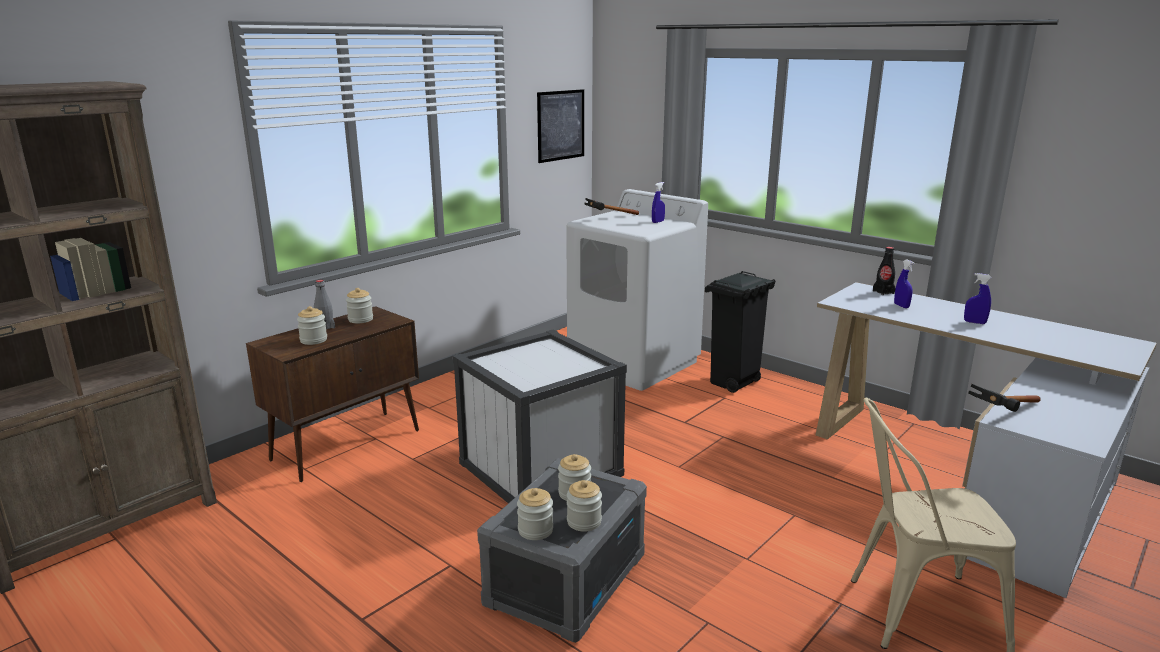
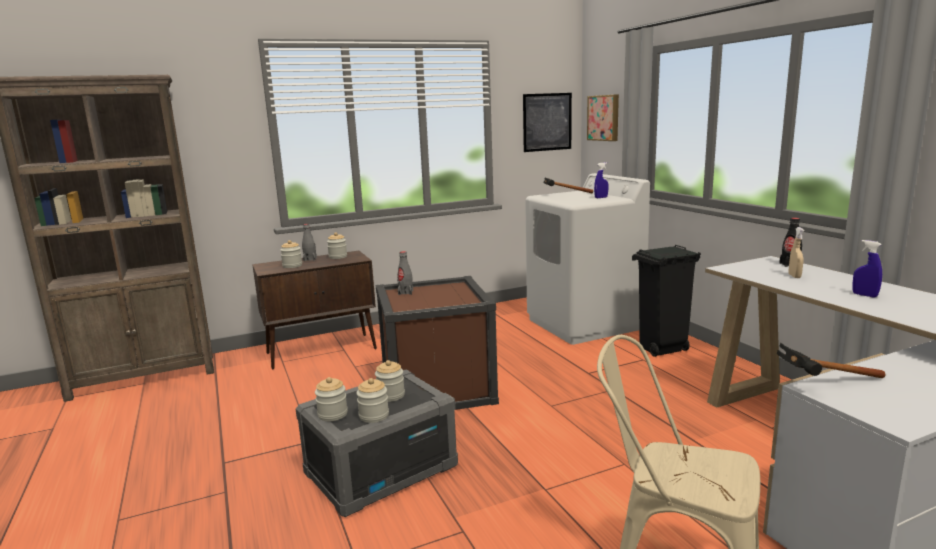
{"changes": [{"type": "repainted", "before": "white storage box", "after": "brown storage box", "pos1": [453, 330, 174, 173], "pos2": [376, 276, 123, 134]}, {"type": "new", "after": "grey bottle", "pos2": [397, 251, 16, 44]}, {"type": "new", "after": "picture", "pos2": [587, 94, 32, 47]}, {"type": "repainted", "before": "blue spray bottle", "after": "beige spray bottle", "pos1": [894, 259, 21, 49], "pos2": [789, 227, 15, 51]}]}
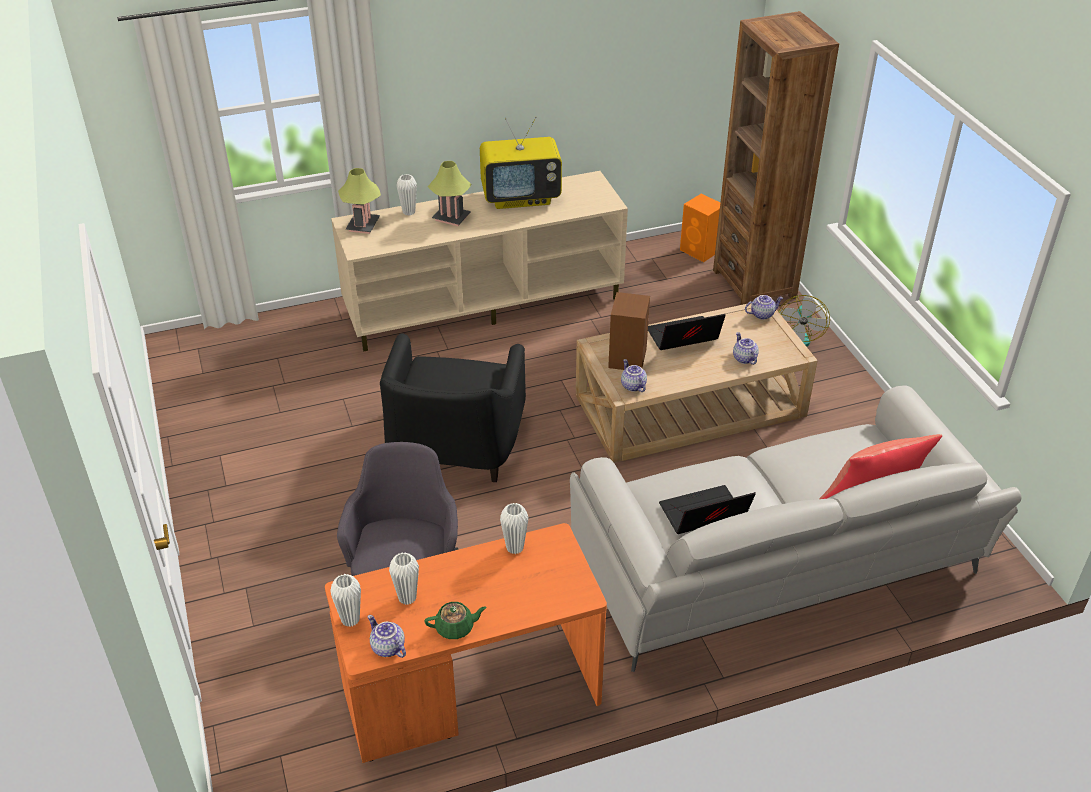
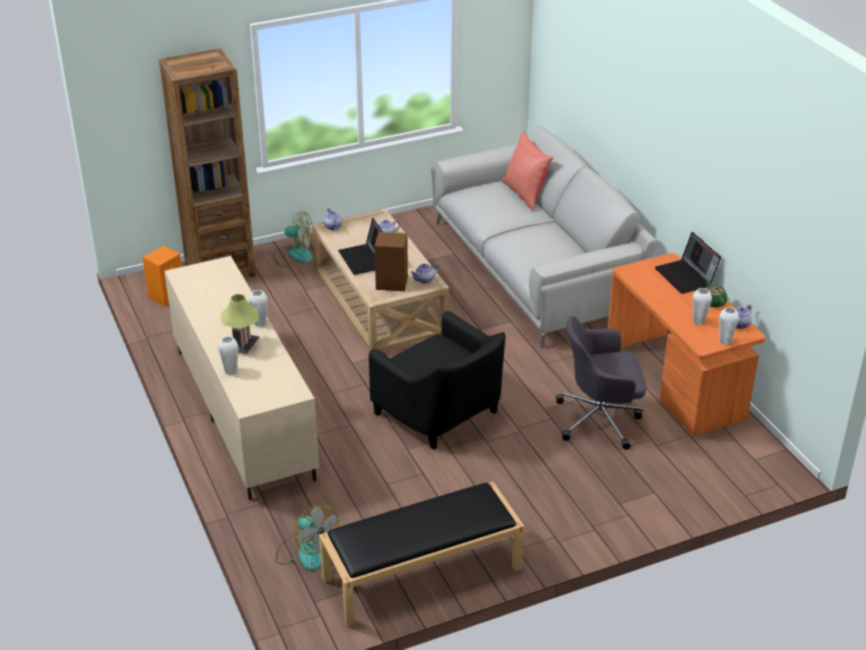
{"changes": [{"type": "shifted", "before": "white vase", "pos1": [500, 503, 29, 51], "pos2": [249, 290, 19, 37]}, {"type": "new", "after": "fan", "pos2": [276, 504, 63, 67]}, {"type": "new", "after": "black bench", "pos2": [319, 482, 206, 145]}, {"type": "rotated", "before": "black armchair", "pos1": [380, 333, 146, 149], "pos2": [369, 311, 136, 139], "turn": 45}, {"type": "shifted", "before": "laptop", "pos1": [659, 485, 97, 49], "pos2": [654, 232, 67, 62]}, {"type": "gone", "before": "table lamp", "pos1": [338, 168, 43, 66]}, {"type": "gone", "before": "television", "pos1": [480, 117, 82, 92]}]}
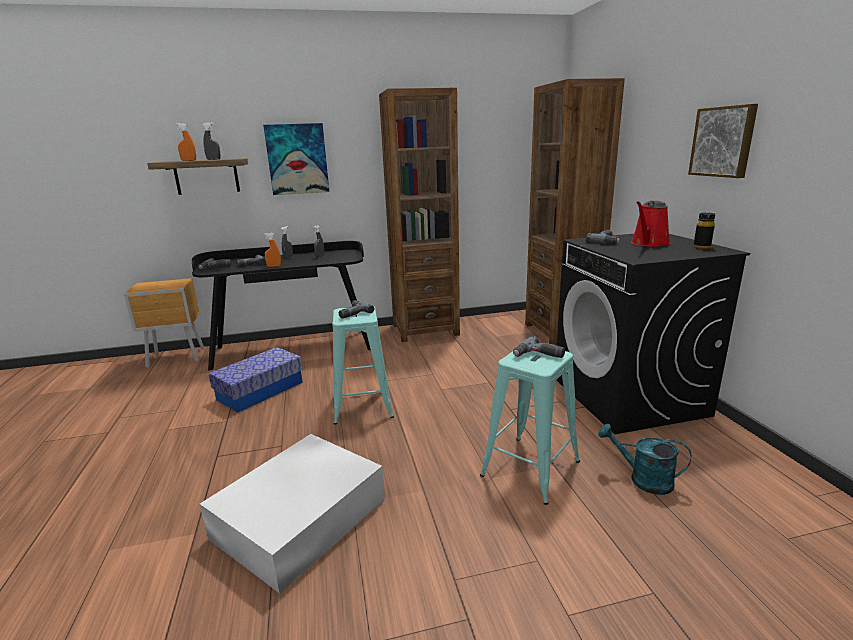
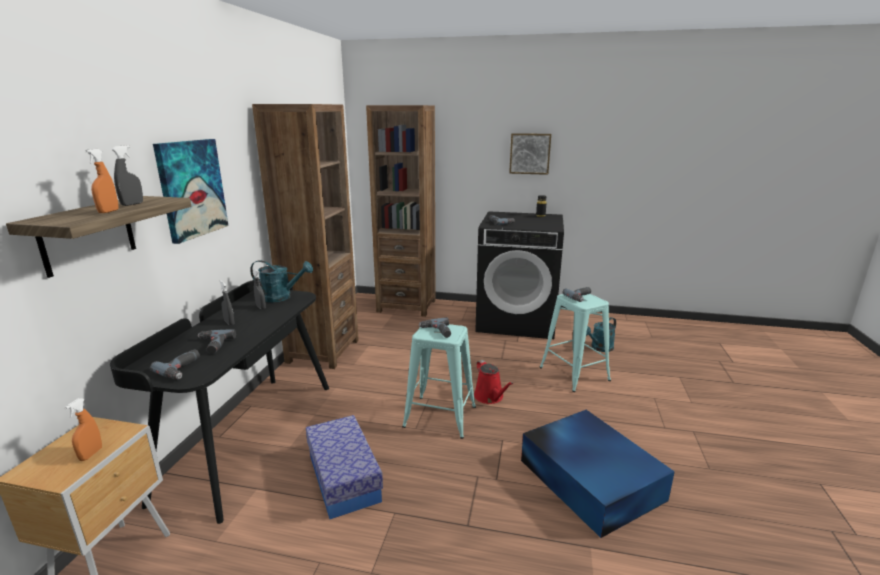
{"changes": [{"type": "shifted", "before": "orange spray bottle", "pos1": [263, 233, 18, 34], "pos2": [65, 398, 37, 63]}, {"type": "new", "after": "turquoise watering can", "pos2": [250, 260, 63, 42]}, {"type": "shifted", "before": "red watering can", "pos1": [631, 201, 40, 46], "pos2": [474, 360, 40, 44]}, {"type": "repainted", "before": "white storage box", "after": "blue storage box", "pos1": [200, 434, 185, 160], "pos2": [521, 410, 154, 128]}]}
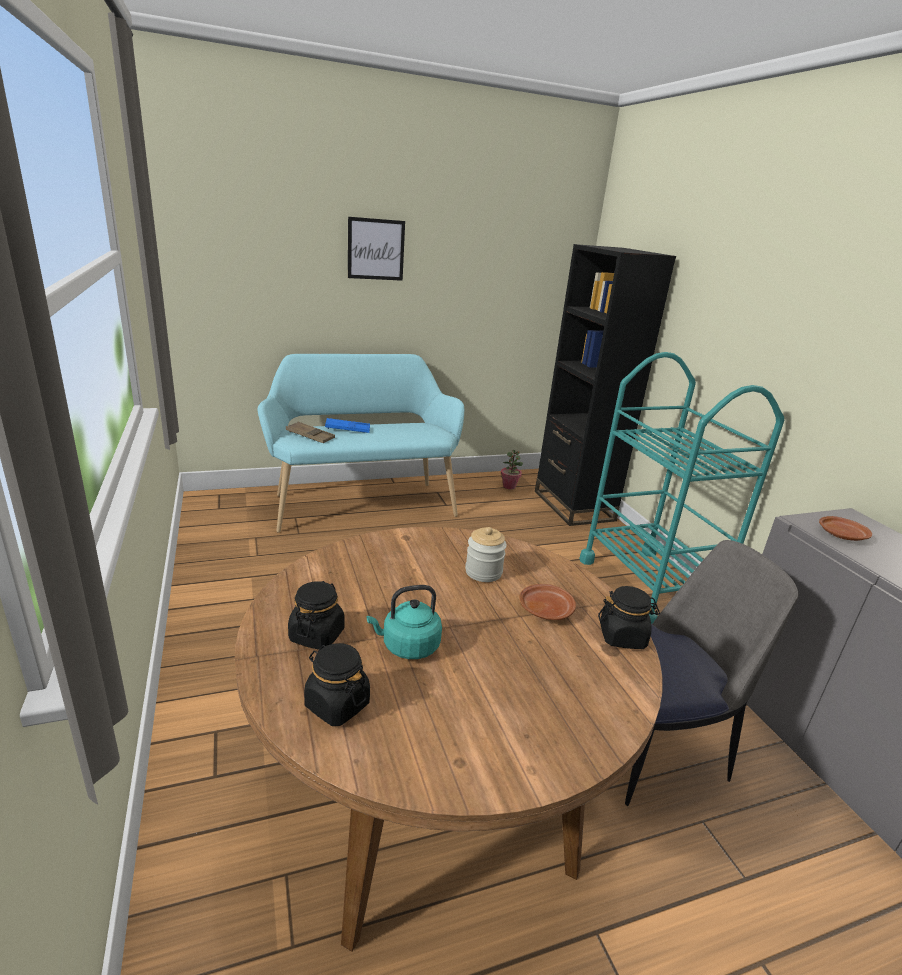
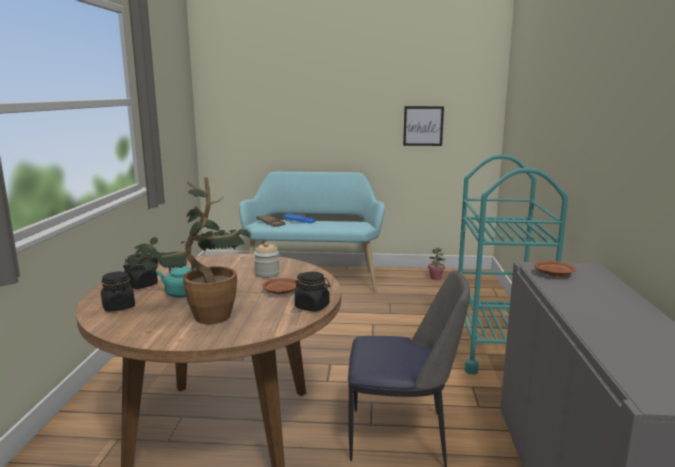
{"changes": [{"type": "new", "after": "potted plant", "pos2": [127, 177, 124, 147]}, {"type": "shifted", "before": "picture", "pos1": [348, 217, 57, 64], "pos2": [403, 106, 41, 40]}, {"type": "gone", "before": "black bookcase", "pos1": [535, 244, 141, 282]}]}
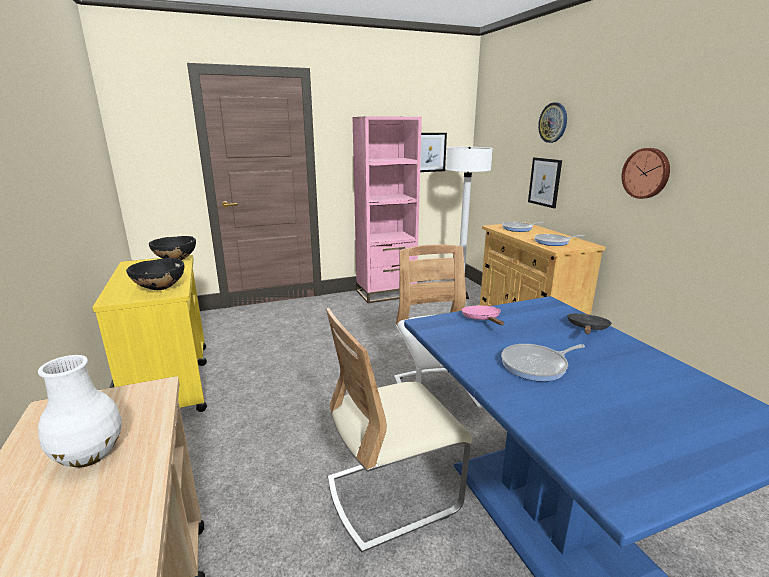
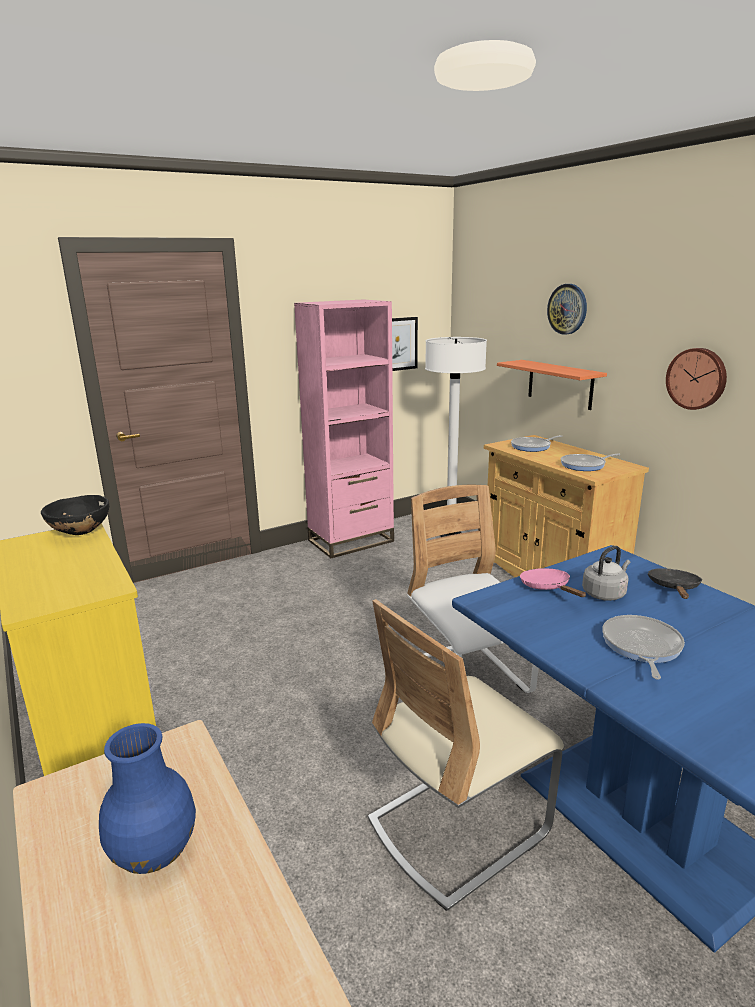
{"changes": [{"type": "repainted", "before": "white vase", "after": "blue vase", "pos1": [38, 355, 84, 113], "pos2": [99, 723, 97, 151]}, {"type": "swapped", "before": "picture", "after": "shelf", "pos1": [528, 157, 34, 51], "pos2": [497, 360, 110, 50]}, {"type": "new", "after": "grey kettle", "pos2": [582, 546, 48, 55]}, {"type": "rotated", "before": "frying pan", "pos1": [501, 344, 84, 37], "pos2": [602, 615, 83, 65], "turn": 135}, {"type": "gone", "before": "black bowl", "pos1": [126, 258, 58, 32]}]}
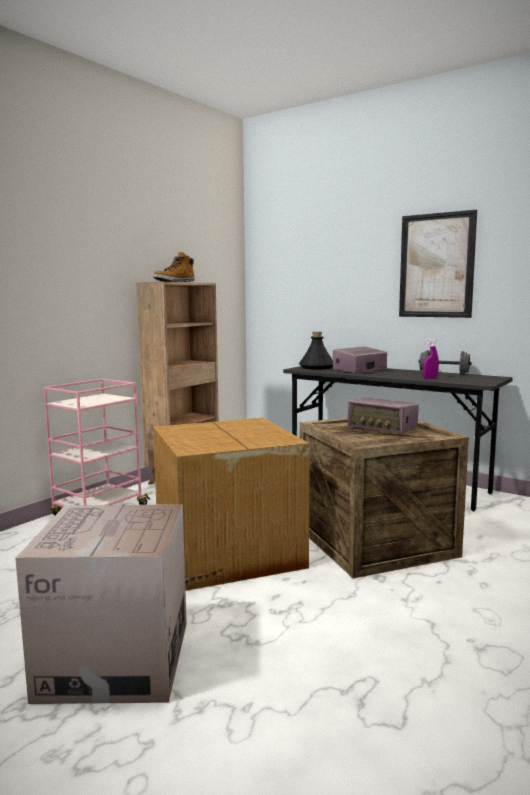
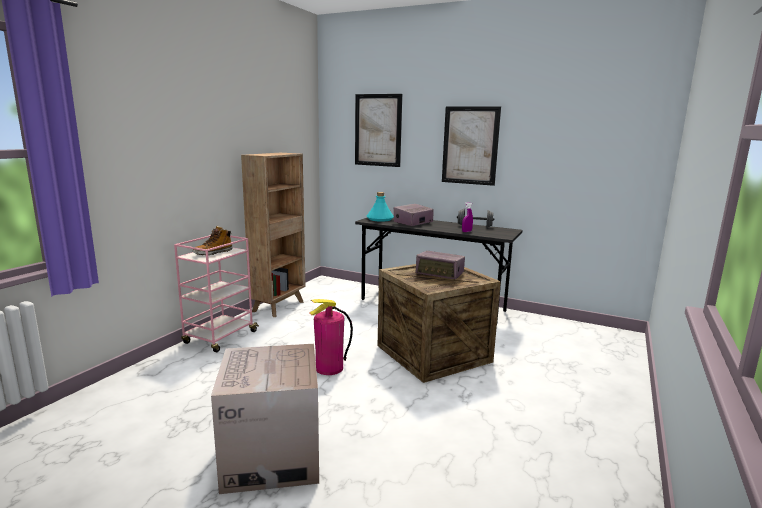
{"changes": [{"type": "shifted", "before": "boot", "pos1": [153, 252, 42, 30], "pos2": [193, 226, 40, 29]}, {"type": "swapped", "before": "cardboard box", "after": "fire extinguisher", "pos1": [153, 418, 157, 173], "pos2": [310, 299, 43, 76]}, {"type": "new", "after": "picture", "pos2": [355, 94, 47, 73]}, {"type": "repainted", "before": "black bottle", "after": "turquoise bottle", "pos1": [299, 332, 34, 38], "pos2": [366, 192, 28, 30]}]}
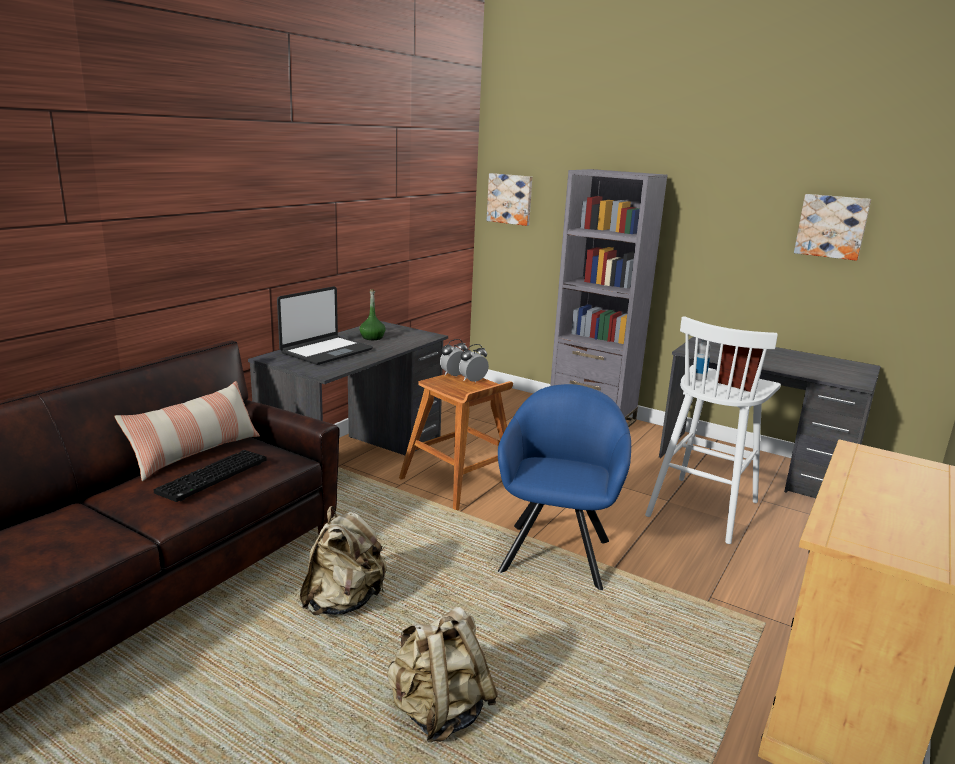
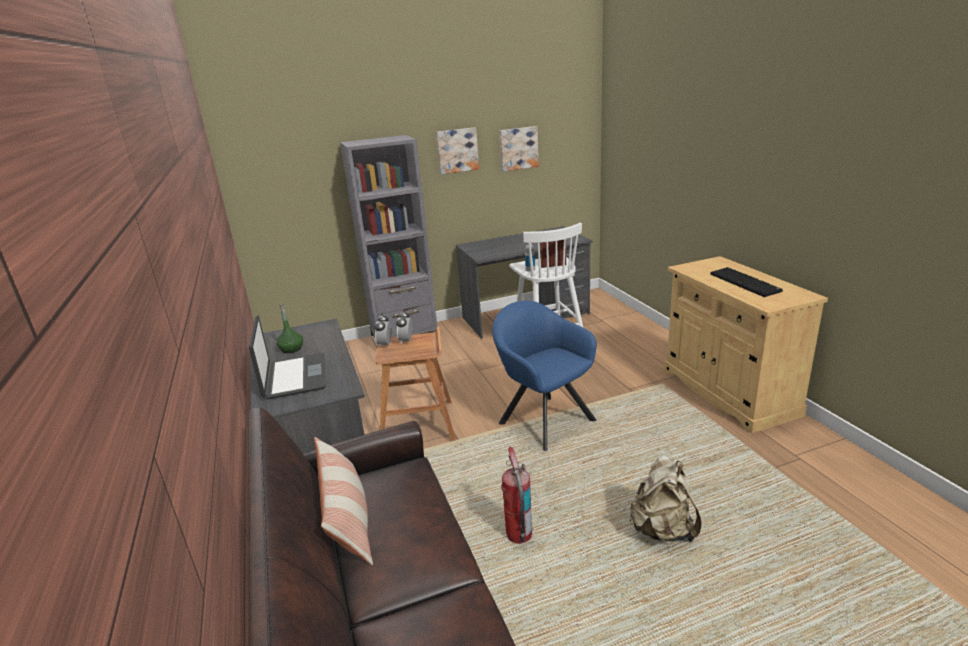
{"changes": [{"type": "shifted", "before": "picture", "pos1": [487, 173, 45, 53], "pos2": [436, 127, 43, 47]}, {"type": "swapped", "before": "beige backpack", "after": "fire extinguisher", "pos1": [300, 506, 87, 109], "pos2": [501, 447, 31, 97]}, {"type": "shifted", "before": "keyboard", "pos1": [153, 450, 114, 52], "pos2": [710, 267, 73, 30]}]}
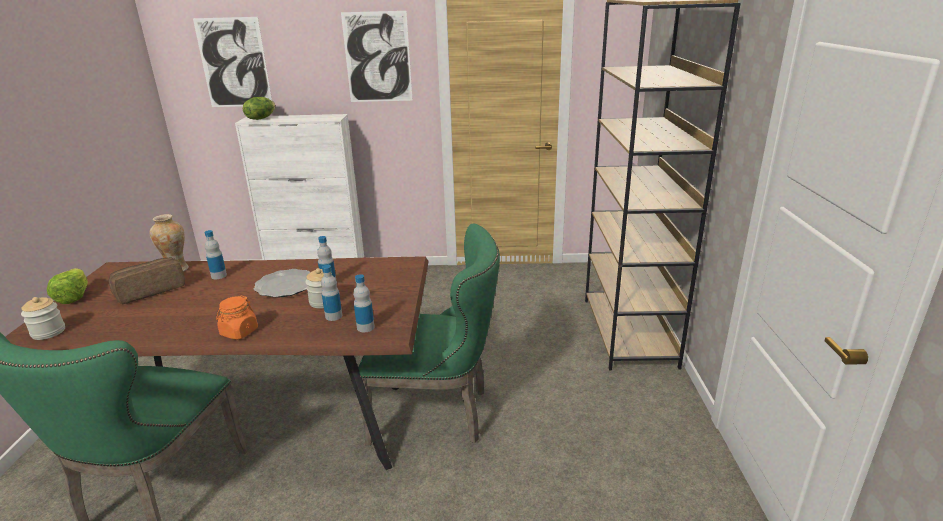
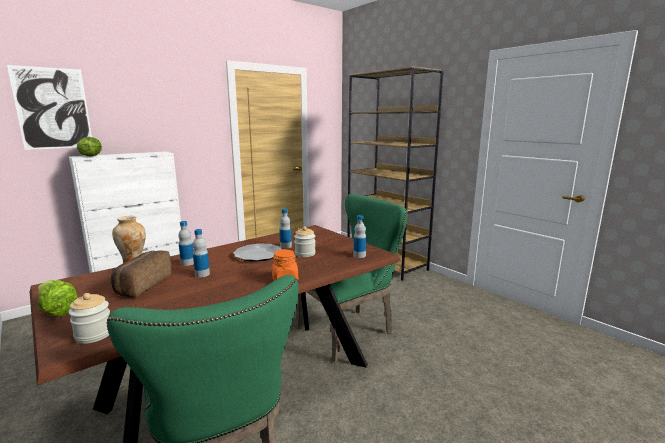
{"changes": [{"type": "shifted", "before": "bottle", "pos1": [321, 265, 21, 56], "pos2": [193, 229, 17, 48]}, {"type": "gone", "before": "picture", "pos1": [341, 11, 72, 91]}]}
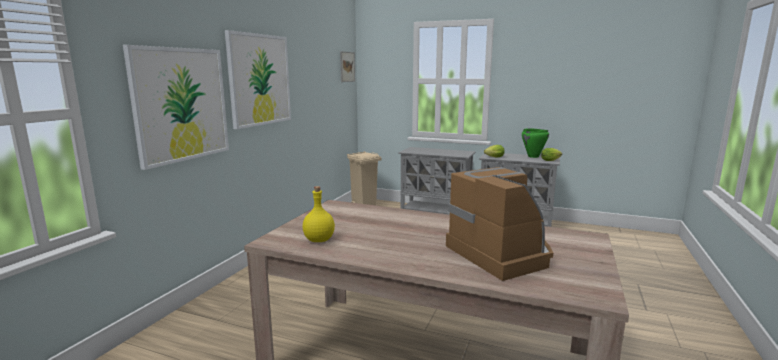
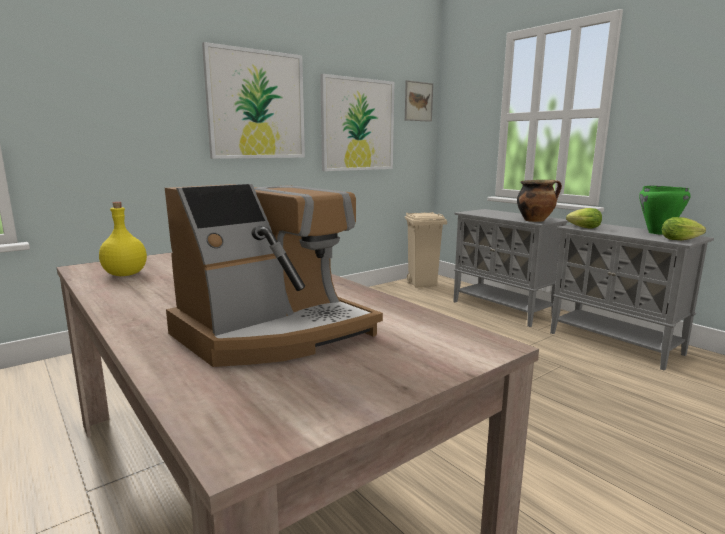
{"changes": [{"type": "rotated", "before": "coffee machine", "pos1": [446, 167, 107, 114], "pos2": [165, 184, 218, 183], "turn": 45}, {"type": "shifted", "before": "picture", "pos1": [123, 45, 106, 125], "pos2": [320, 74, 74, 97]}, {"type": "new", "after": "cooking pot", "pos2": [517, 180, 45, 42]}]}
